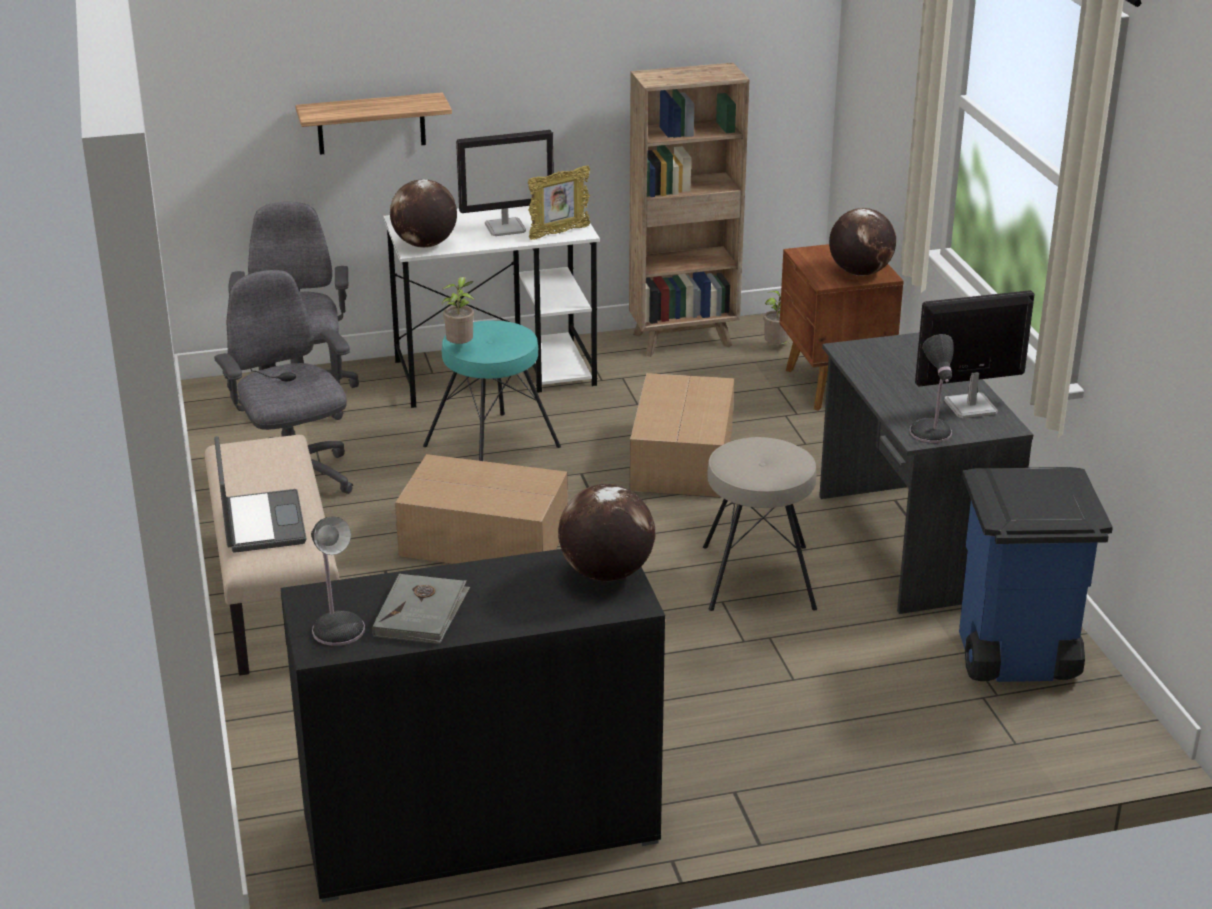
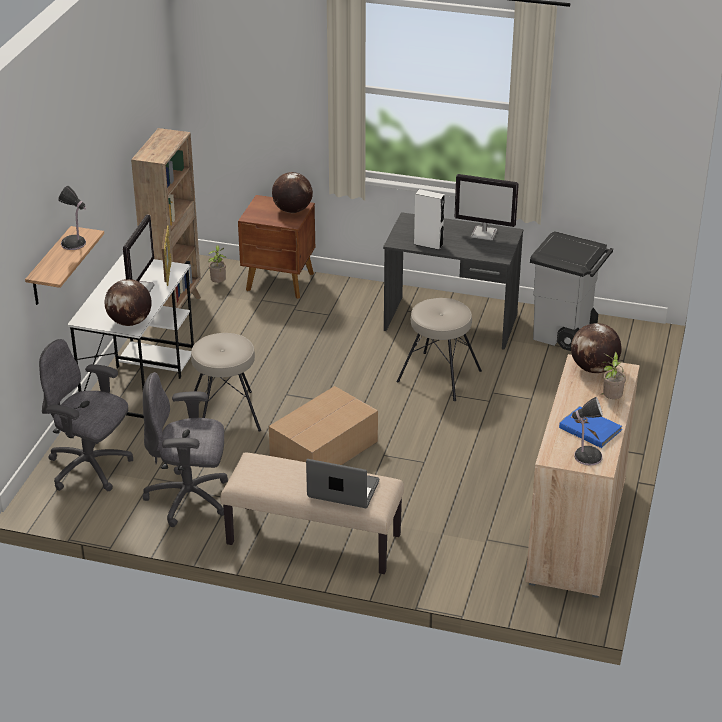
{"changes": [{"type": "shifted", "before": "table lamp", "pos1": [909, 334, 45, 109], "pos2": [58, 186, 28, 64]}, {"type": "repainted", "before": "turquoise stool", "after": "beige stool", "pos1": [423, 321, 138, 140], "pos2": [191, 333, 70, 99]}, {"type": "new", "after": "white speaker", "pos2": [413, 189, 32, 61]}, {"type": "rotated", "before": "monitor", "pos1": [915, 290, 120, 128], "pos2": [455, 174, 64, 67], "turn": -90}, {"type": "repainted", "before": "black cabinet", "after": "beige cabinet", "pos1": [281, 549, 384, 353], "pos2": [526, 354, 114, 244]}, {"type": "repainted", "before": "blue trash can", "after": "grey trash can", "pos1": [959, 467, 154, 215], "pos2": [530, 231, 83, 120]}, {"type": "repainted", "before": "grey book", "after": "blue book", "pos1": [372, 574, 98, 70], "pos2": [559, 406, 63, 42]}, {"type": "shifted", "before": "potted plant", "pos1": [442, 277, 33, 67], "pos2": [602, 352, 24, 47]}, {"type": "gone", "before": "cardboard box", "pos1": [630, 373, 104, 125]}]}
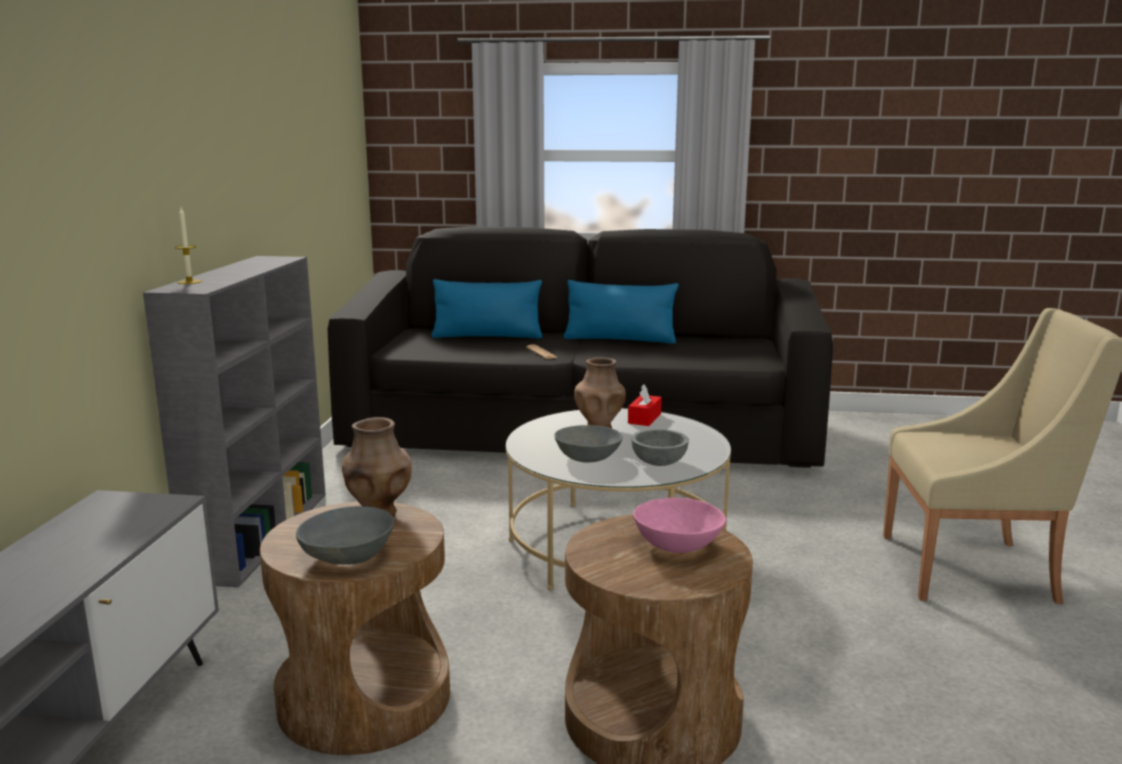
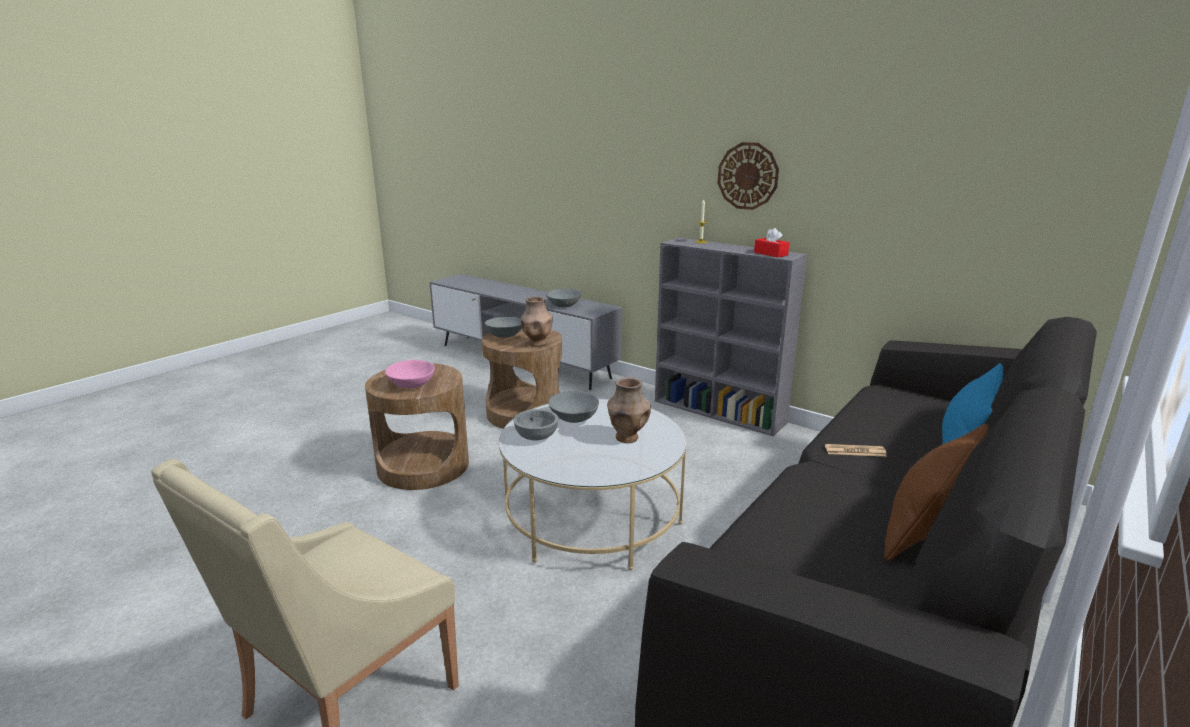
{"changes": [{"type": "new", "after": "grey bowl", "pos2": [546, 288, 35, 19]}, {"type": "new", "after": "wall clock", "pos2": [718, 142, 61, 68]}, {"type": "shifted", "before": "red tissue box", "pos1": [628, 384, 34, 42], "pos2": [754, 228, 36, 30]}, {"type": "repainted", "before": "blue pillow", "after": "brown pillow", "pos1": [564, 280, 115, 64], "pos2": [884, 424, 105, 137]}]}
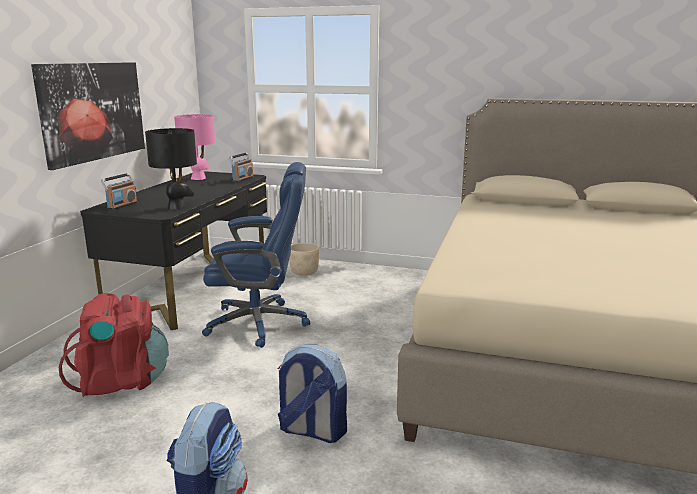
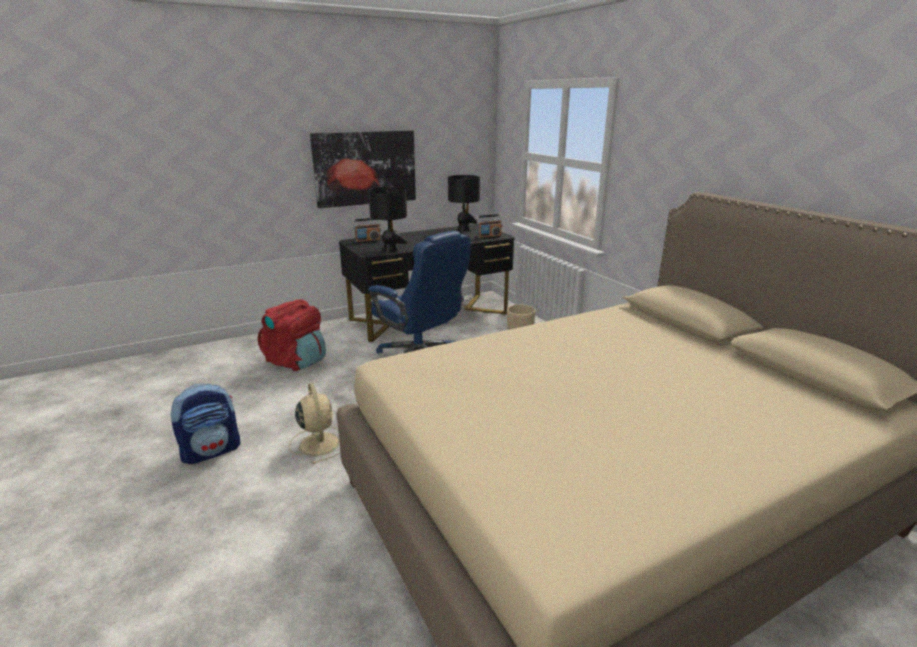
{"changes": [{"type": "swapped", "before": "backpack", "after": "beige fan", "pos1": [278, 345, 69, 98], "pos2": [289, 383, 52, 81]}, {"type": "repainted", "before": "pink table lamp", "after": "black table lamp", "pos1": [174, 114, 41, 66], "pos2": [448, 175, 32, 57]}]}
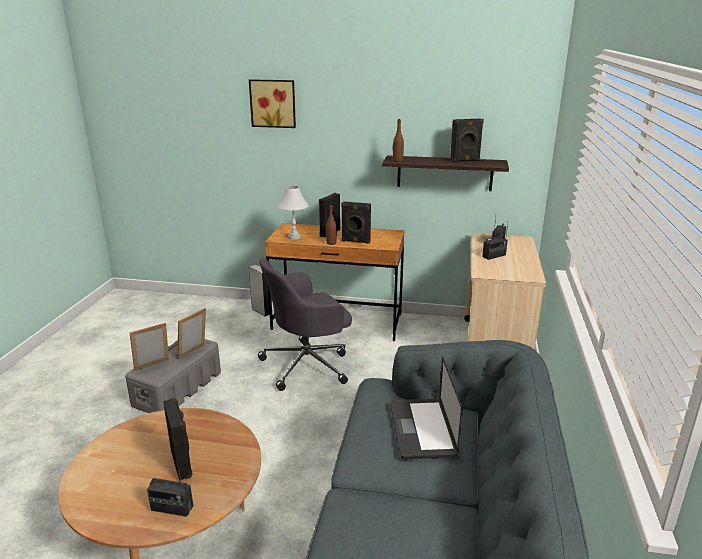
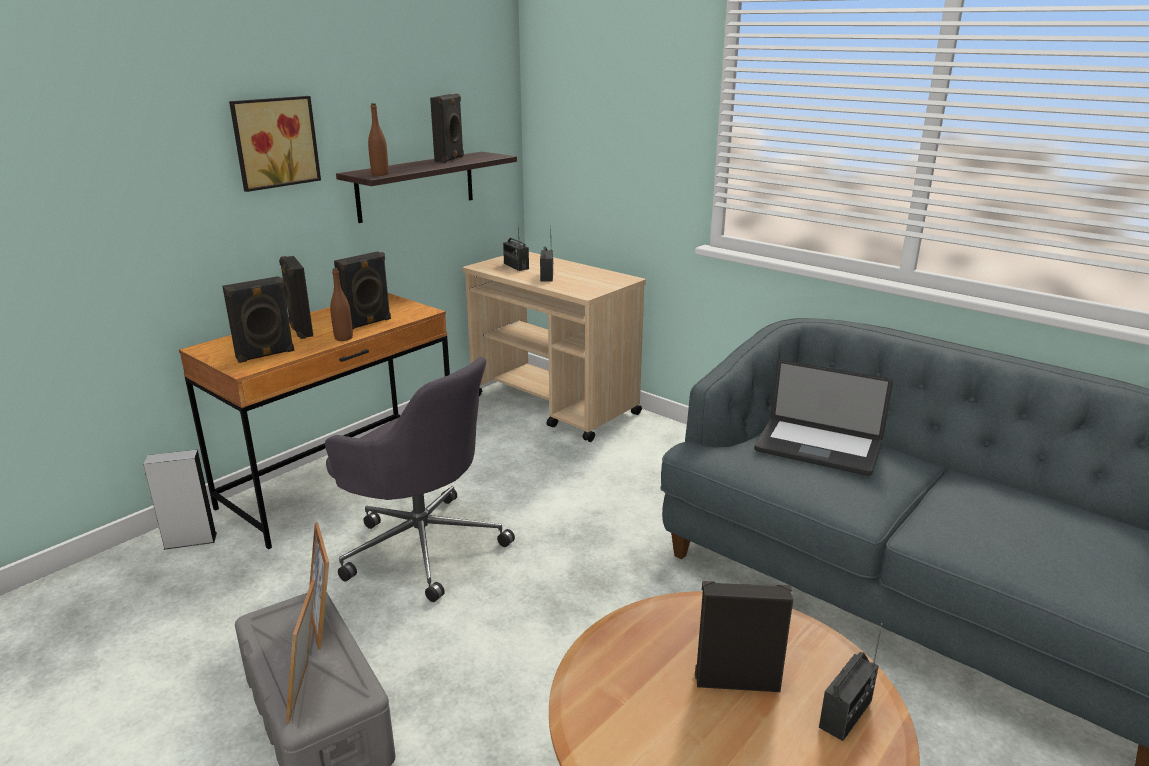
{"changes": [{"type": "swapped", "before": "white table lamp", "after": "black speaker", "pos1": [277, 186, 32, 54], "pos2": [222, 276, 72, 87]}, {"type": "shifted", "before": "picture", "pos1": [249, 79, 47, 49], "pos2": [229, 96, 92, 96]}, {"type": "rotated", "before": "grey office chair", "pos1": [258, 257, 94, 134], "pos2": [325, 357, 190, 245], "turn": -60}]}
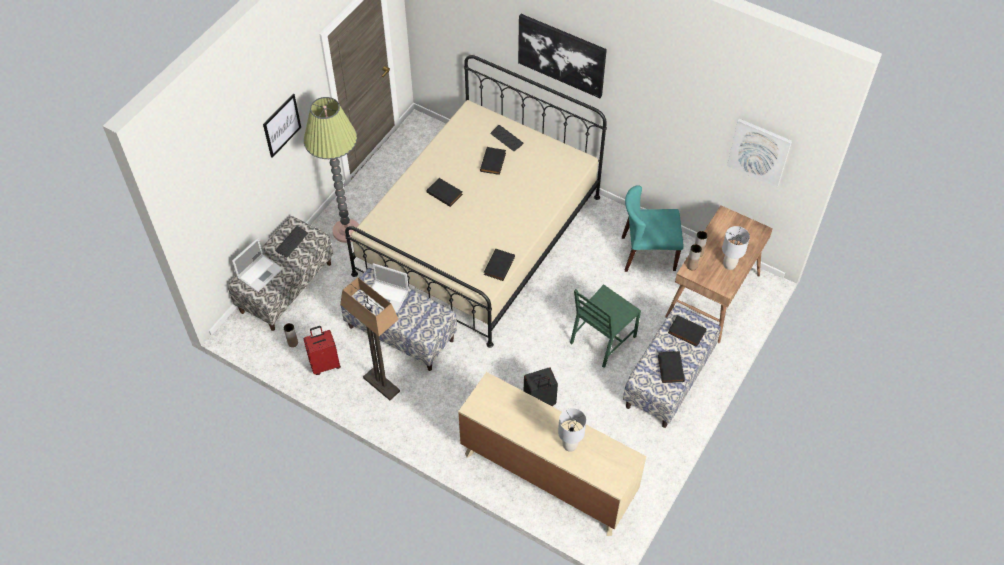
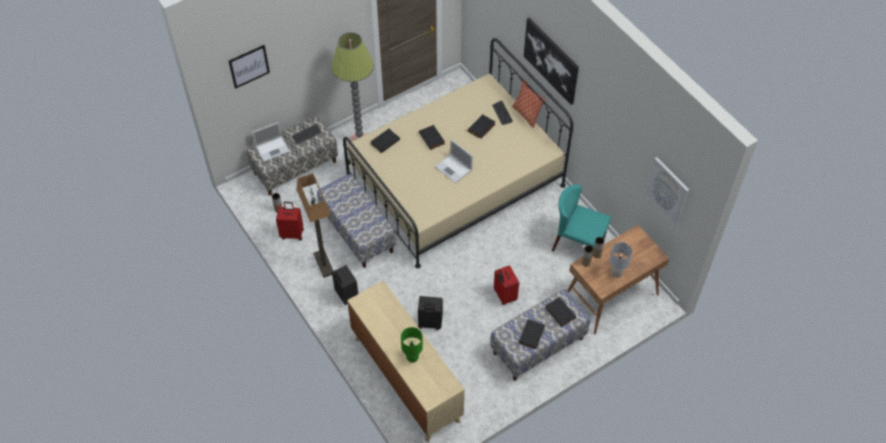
{"changes": [{"type": "shifted", "before": "picture", "pos1": [263, 94, 38, 64], "pos2": [229, 45, 41, 44]}, {"type": "new", "after": "black suitcase", "pos2": [332, 265, 26, 40]}, {"type": "shifted", "before": "black book", "pos1": [484, 248, 31, 33], "pos2": [370, 129, 30, 24]}, {"type": "repainted", "before": "grey table lamp", "after": "green table lamp", "pos1": [558, 408, 28, 44], "pos2": [401, 327, 22, 36]}, {"type": "shifted", "before": "laptop", "pos1": [364, 263, 45, 50], "pos2": [435, 140, 38, 43]}, {"type": "swapped", "before": "green chair", "after": "red suitcase", "pos1": [570, 285, 71, 83], "pos2": [494, 265, 25, 40]}, {"type": "new", "after": "pillow", "pos2": [512, 79, 33, 49]}]}
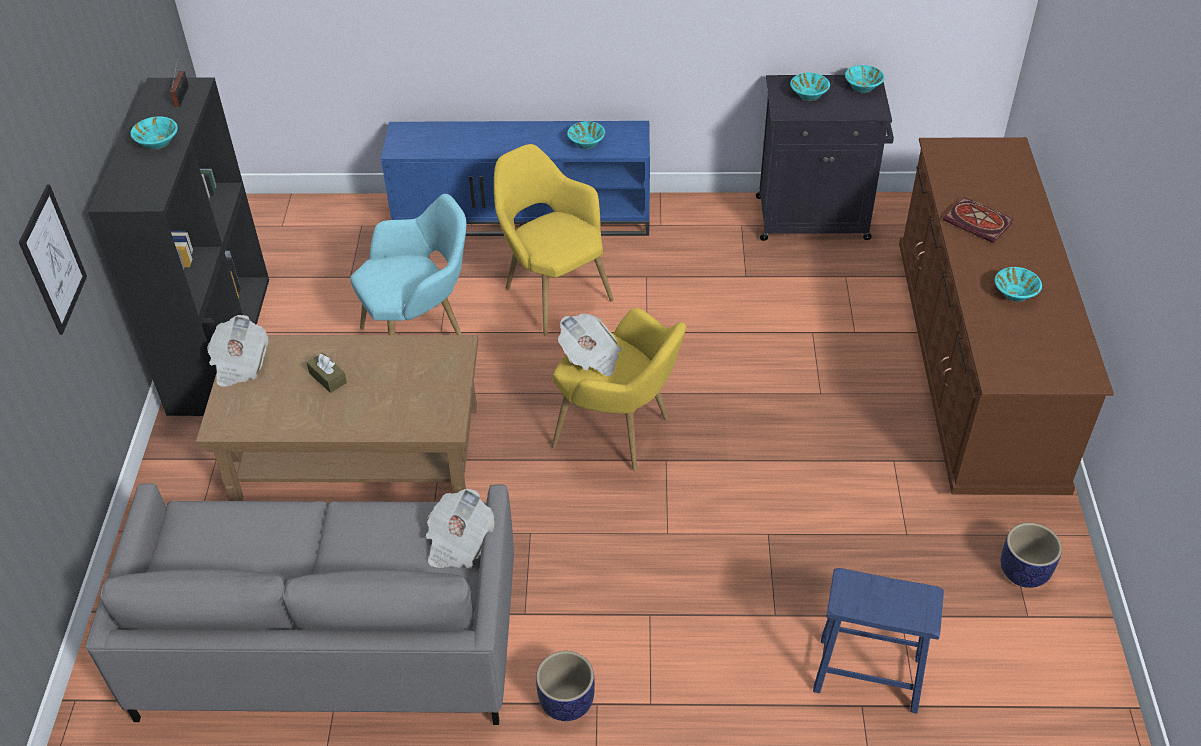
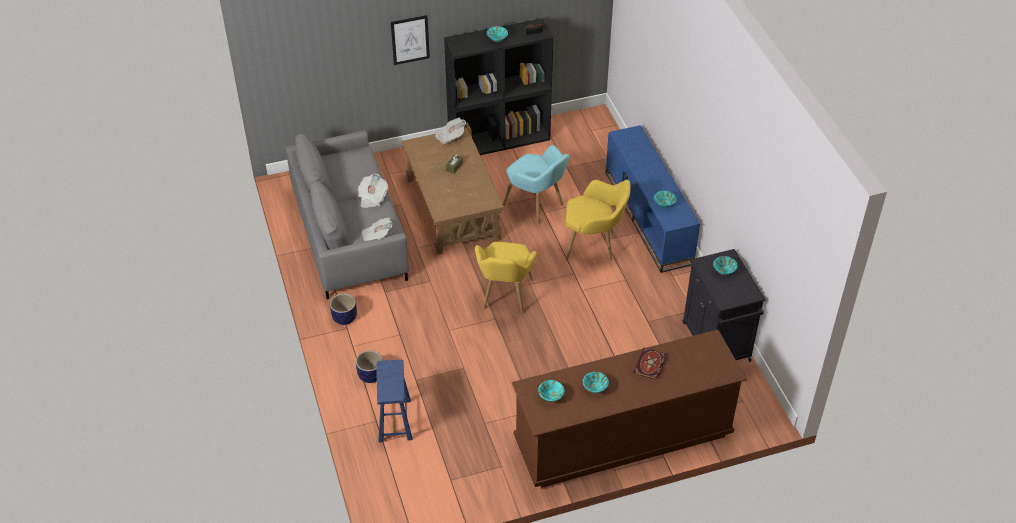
{"changes": [{"type": "shifted", "before": "planter", "pos1": [1001, 523, 61, 65], "pos2": [356, 350, 27, 33]}, {"type": "shifted", "before": "newspaper", "pos1": [558, 314, 64, 62], "pos2": [358, 174, 30, 34]}, {"type": "shifted", "before": "turquoise bowl", "pos1": [845, 65, 39, 28], "pos2": [538, 380, 27, 21]}, {"type": "rotated", "before": "yellow armchair", "pos1": [494, 144, 120, 192], "pos2": [566, 180, 64, 81], "turn": 60}]}
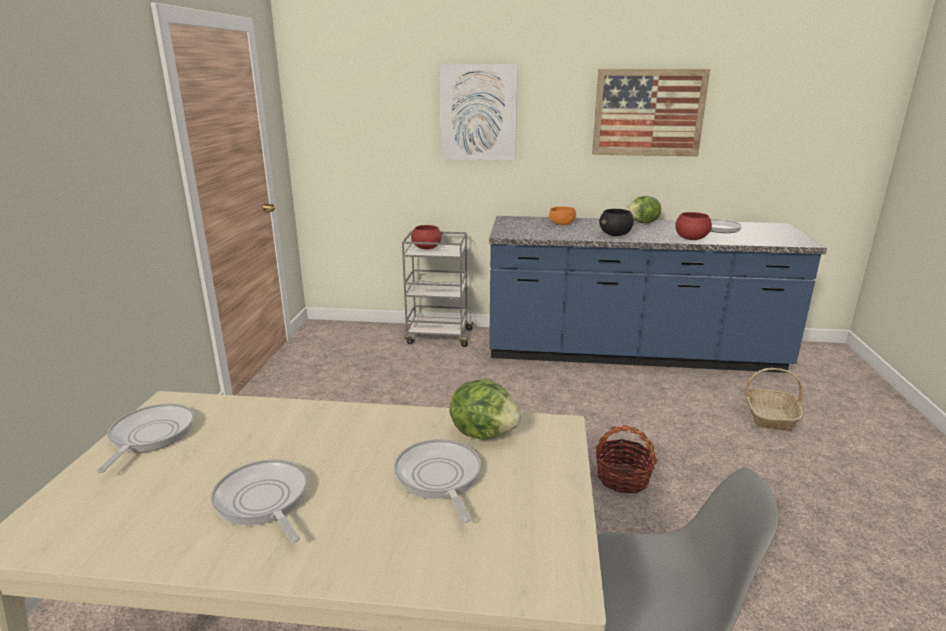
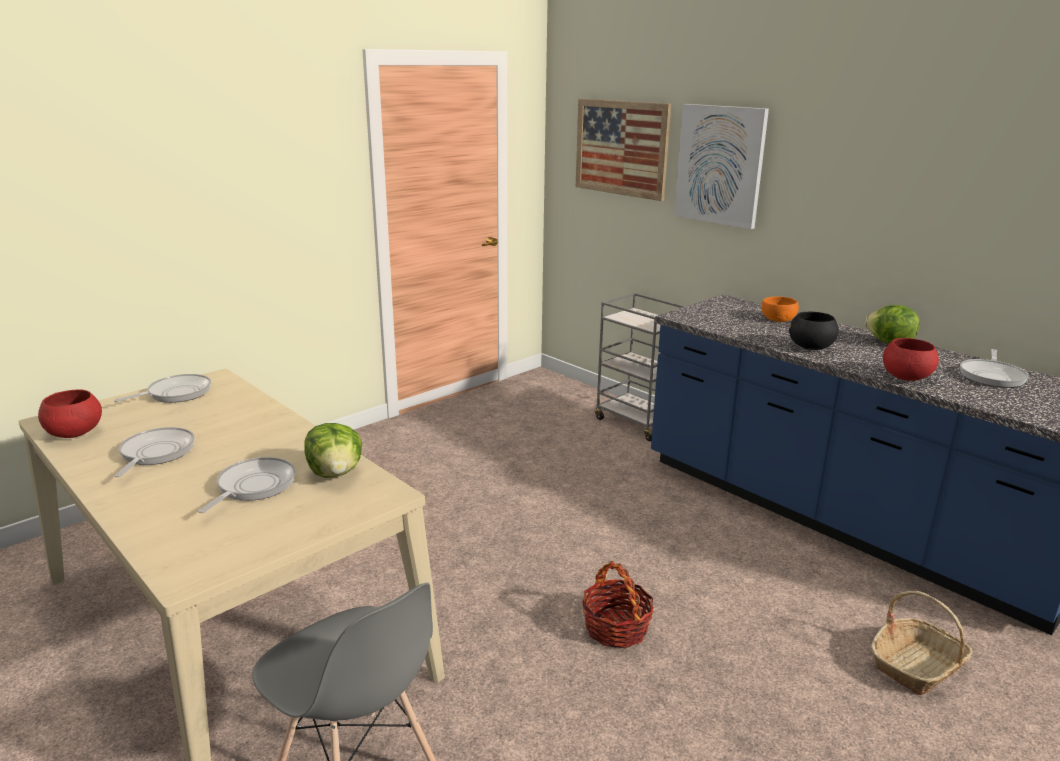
{"changes": [{"type": "shifted", "before": "red bowl", "pos1": [411, 225, 31, 24], "pos2": [38, 389, 64, 49]}, {"type": "shifted", "before": "picture", "pos1": [592, 69, 118, 87], "pos2": [576, 99, 95, 102]}]}
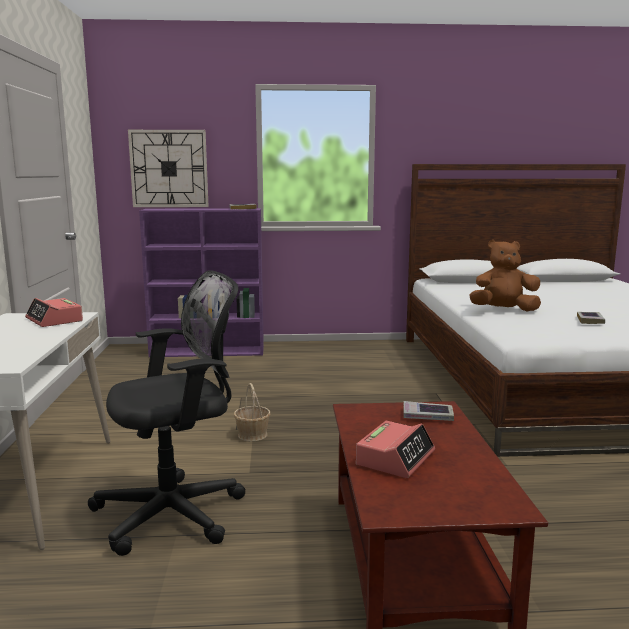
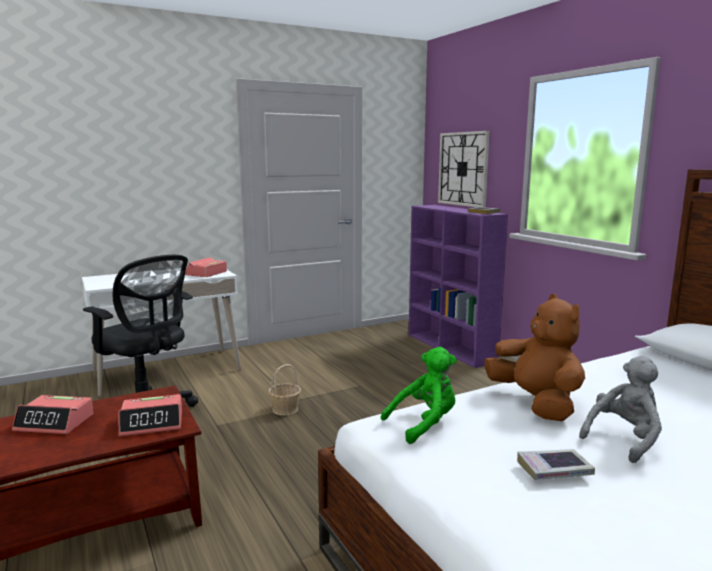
{"changes": [{"type": "swapped", "before": "book", "after": "alarm clock", "pos1": [403, 401, 51, 20], "pos2": [118, 394, 64, 43]}, {"type": "new", "after": "green plush toy", "pos2": [381, 347, 76, 97]}, {"type": "new", "after": "grey plush toy", "pos2": [579, 356, 83, 107]}]}
